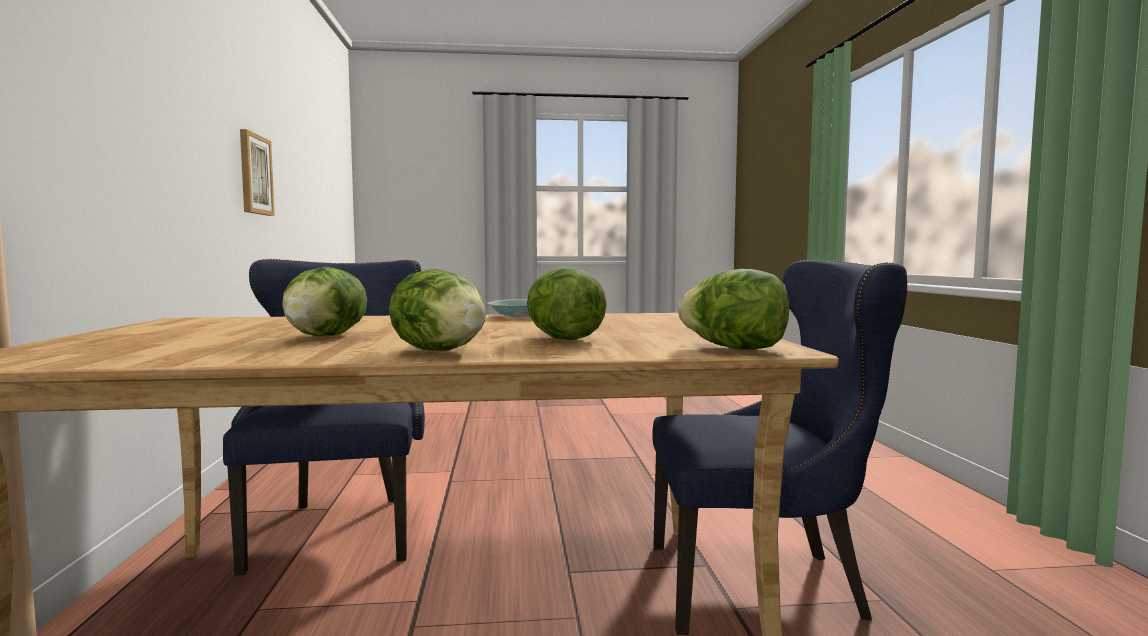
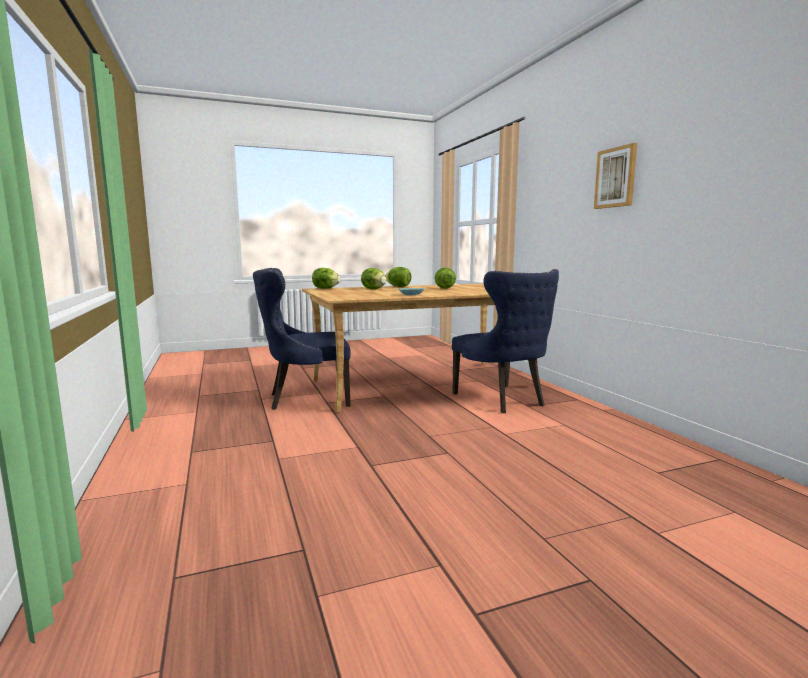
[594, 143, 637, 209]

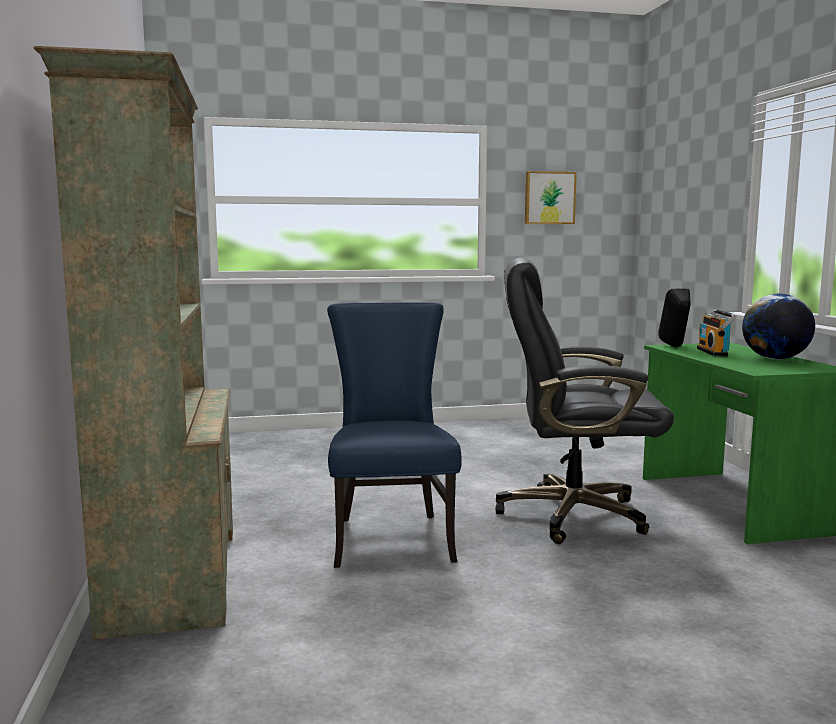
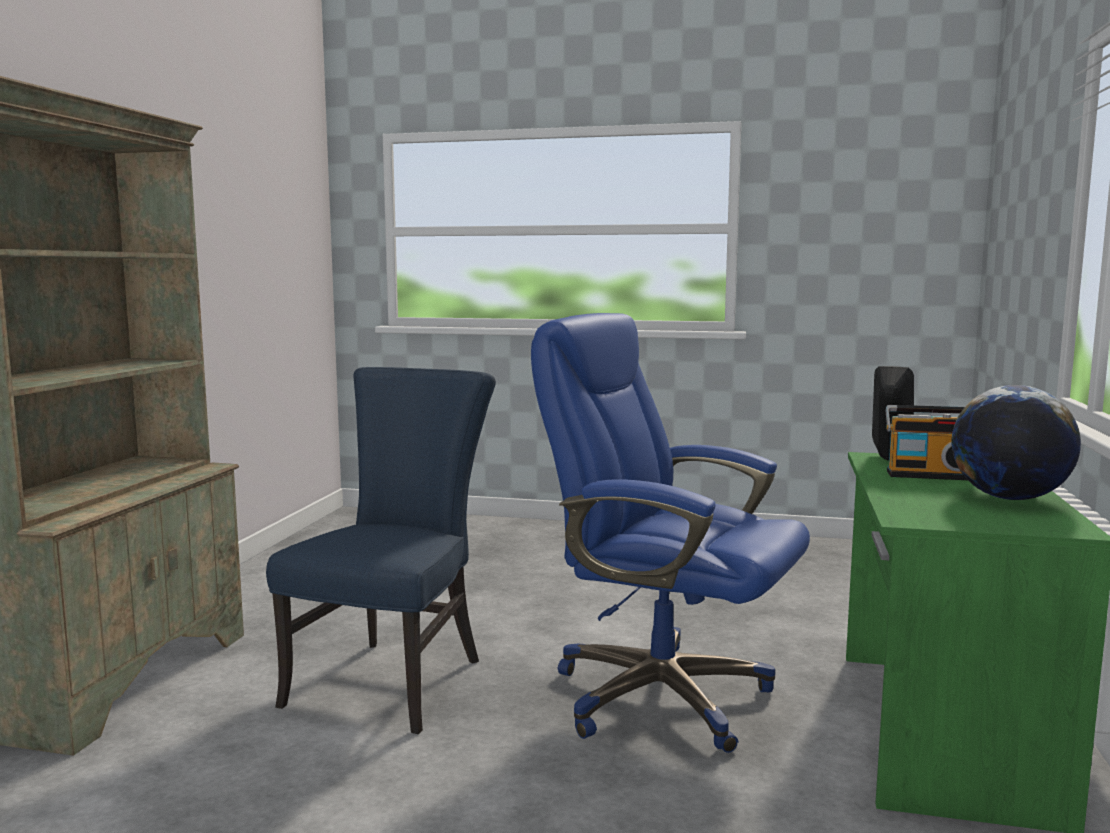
[525, 171, 577, 224] (first image)
[531, 313, 810, 753]
[885, 405, 967, 480]

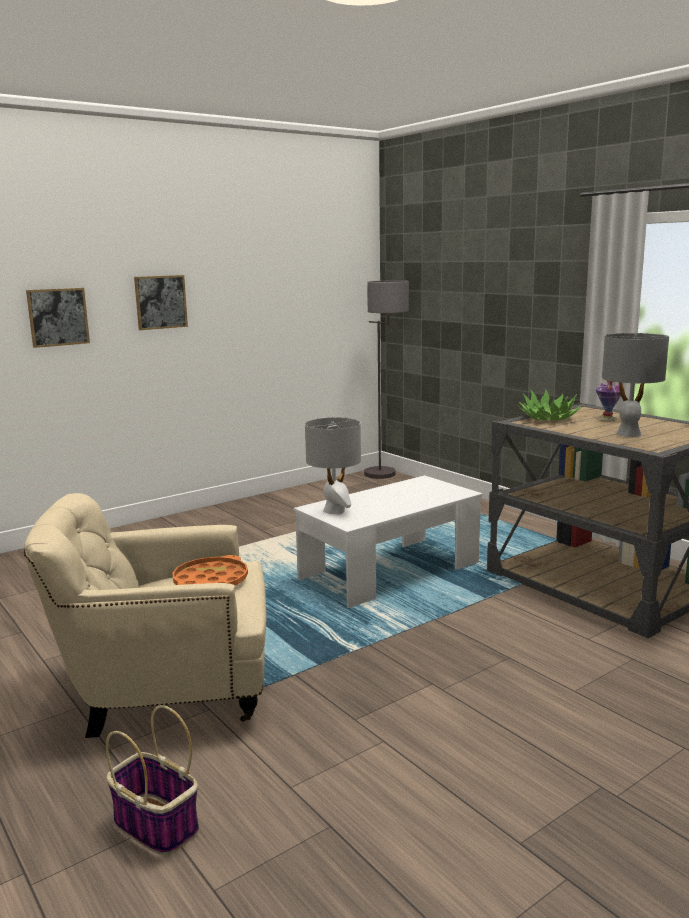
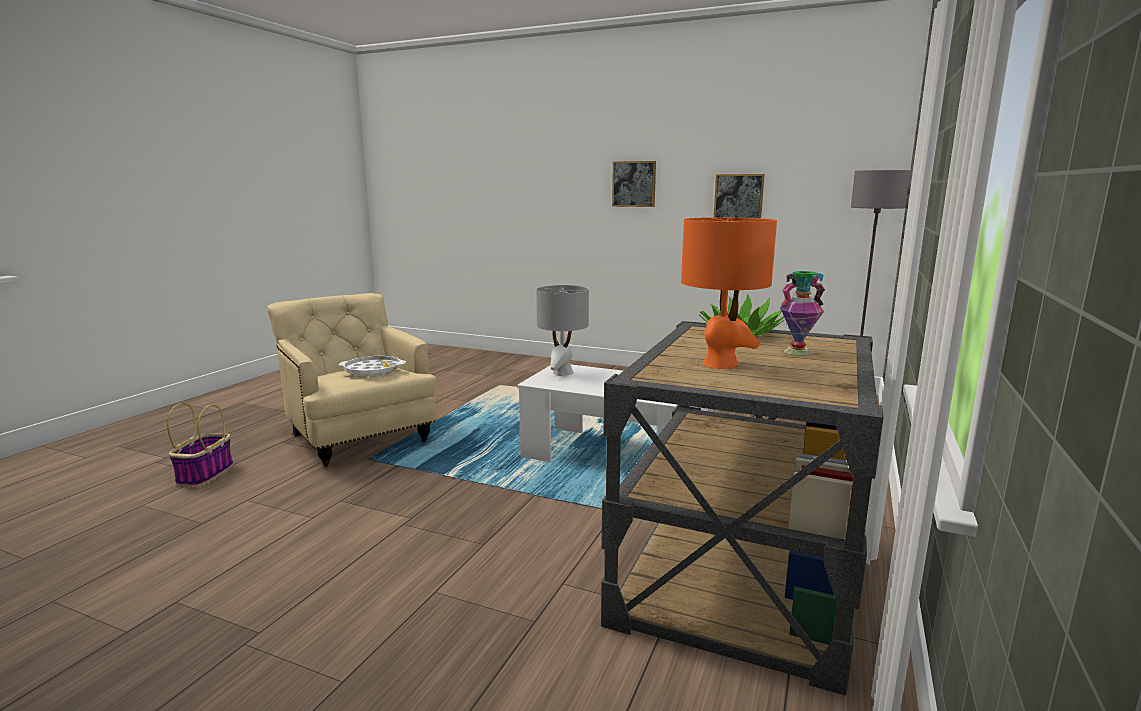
[714, 174, 765, 218]
[339, 356, 406, 377]
[681, 217, 777, 369]

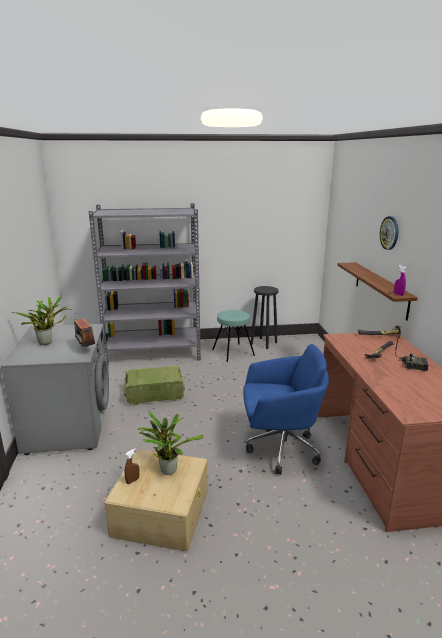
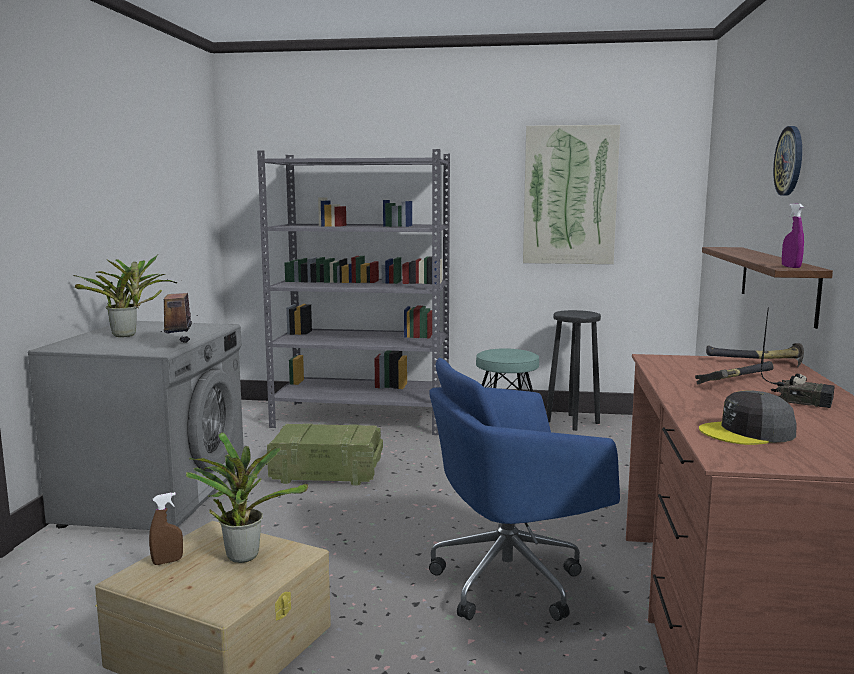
[523, 125, 620, 264]
[699, 390, 797, 445]
[429, 358, 620, 621]

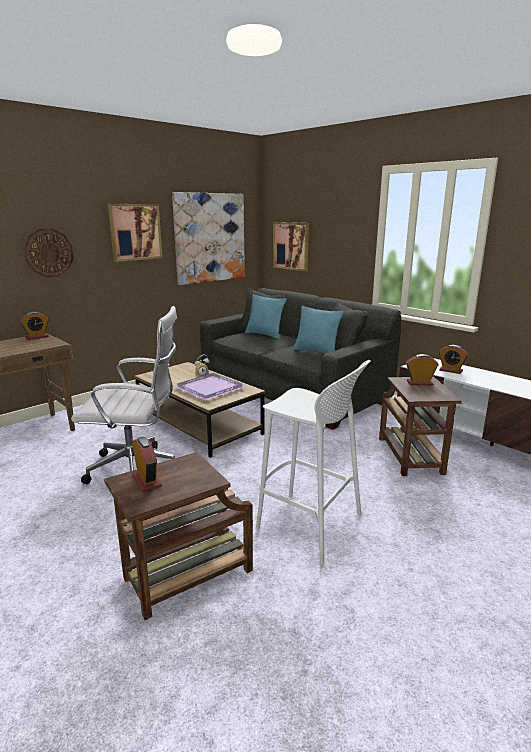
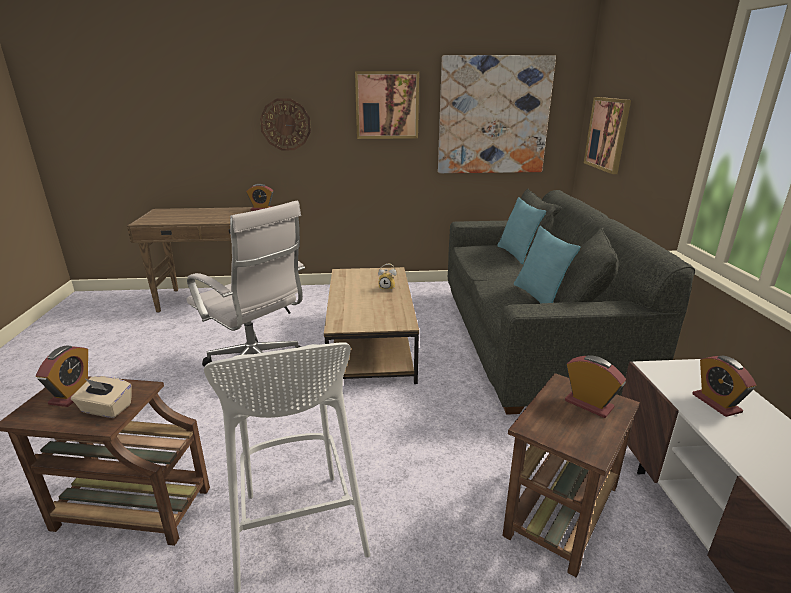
[174, 373, 246, 401] (first image)
[71, 376, 132, 418]

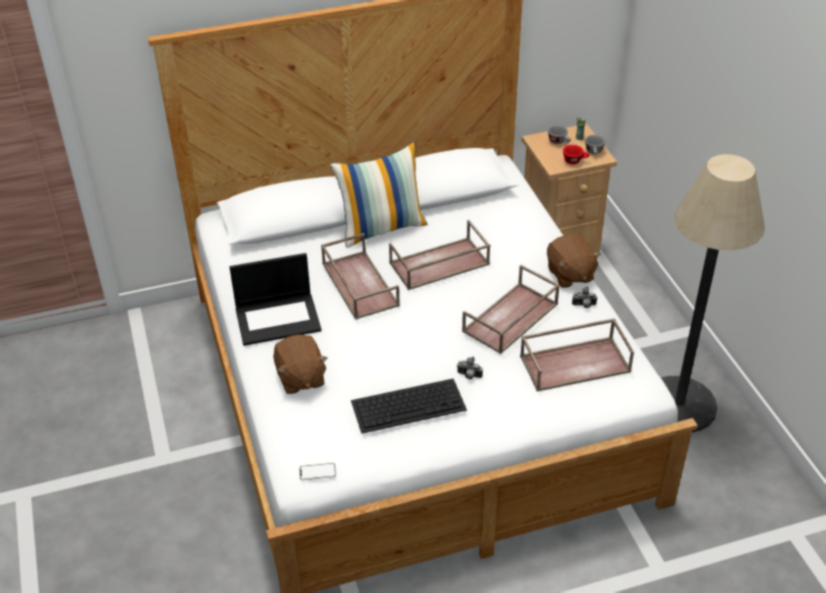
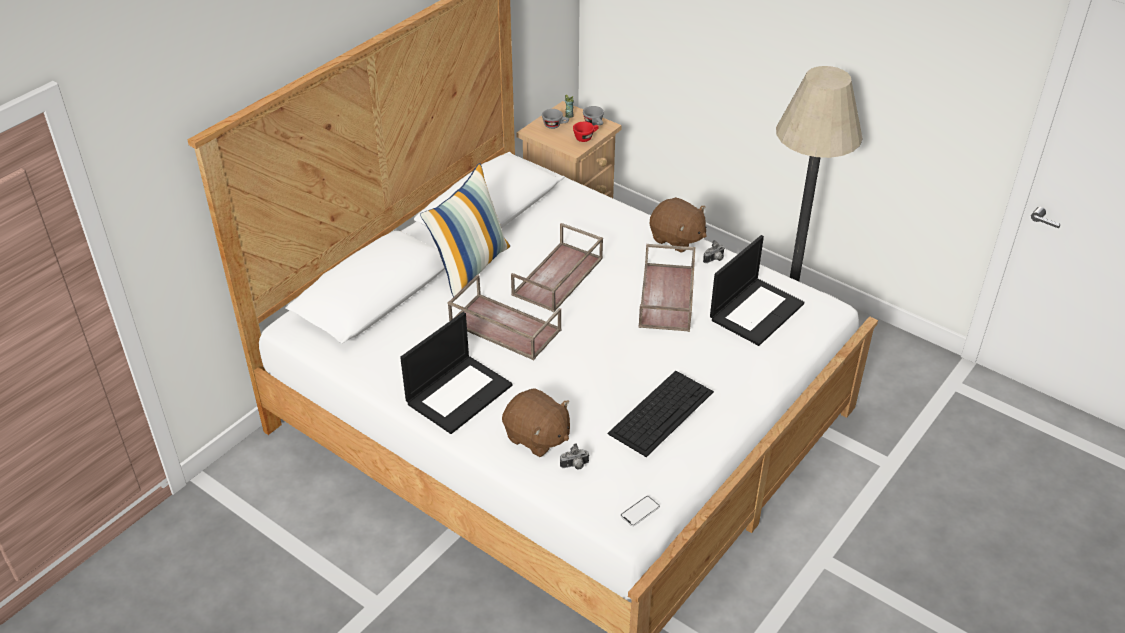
[560, 443, 590, 470]
[710, 235, 804, 346]

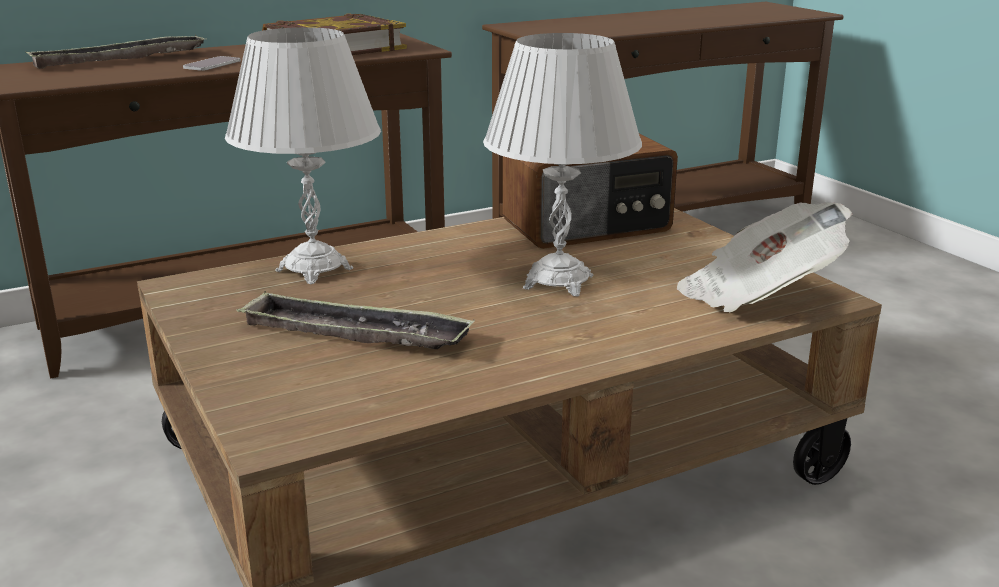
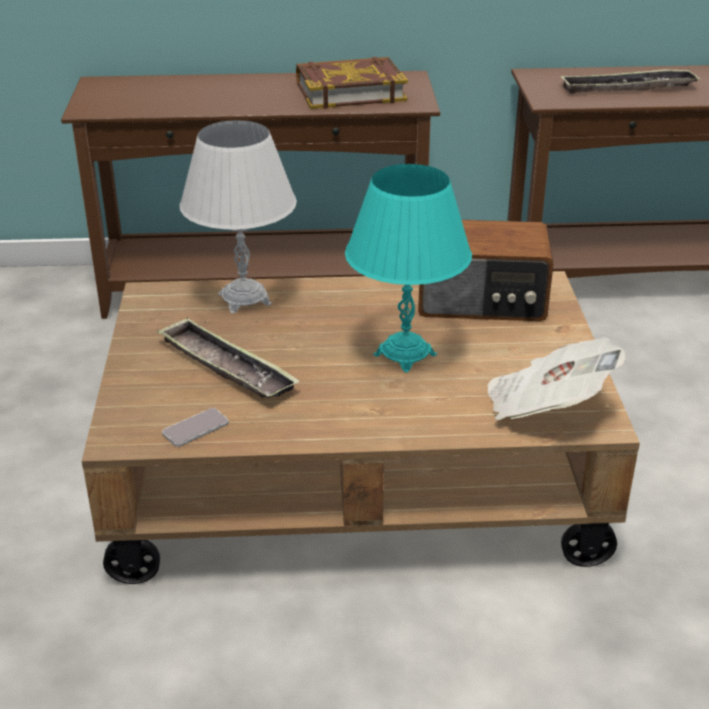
[560, 69, 701, 94]
[162, 408, 229, 447]
[345, 164, 472, 373]

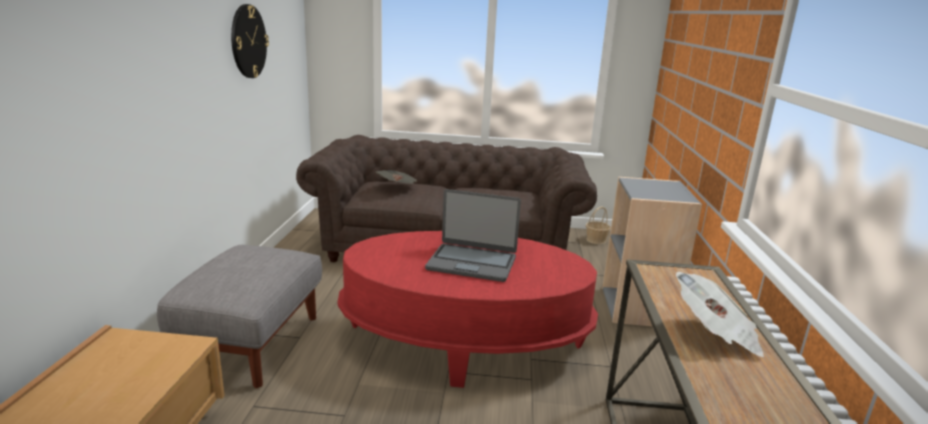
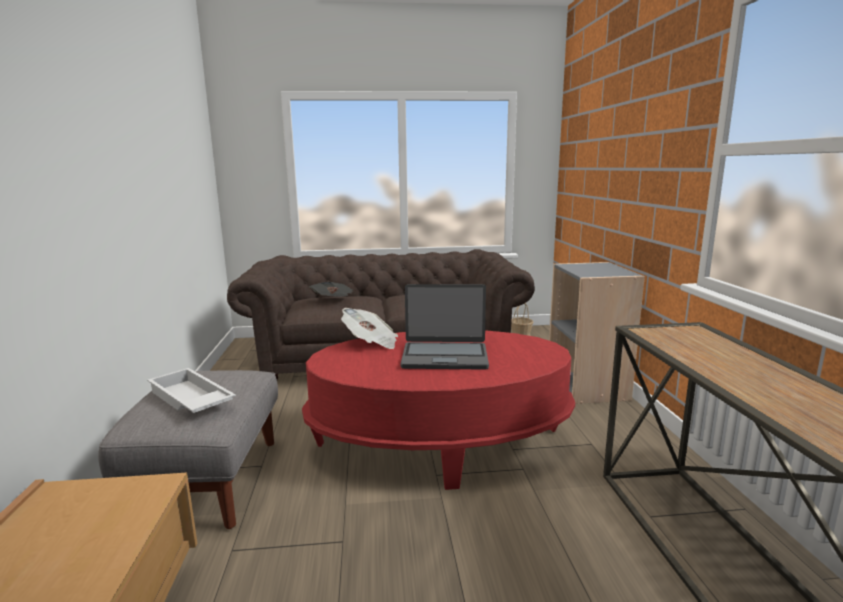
[231, 4, 269, 78] (first image)
[147, 368, 236, 413]
[341, 308, 398, 349]

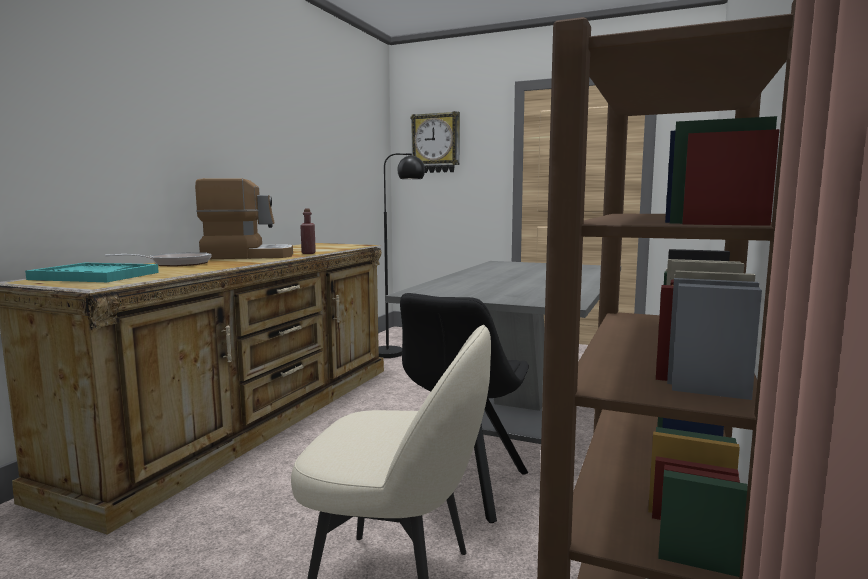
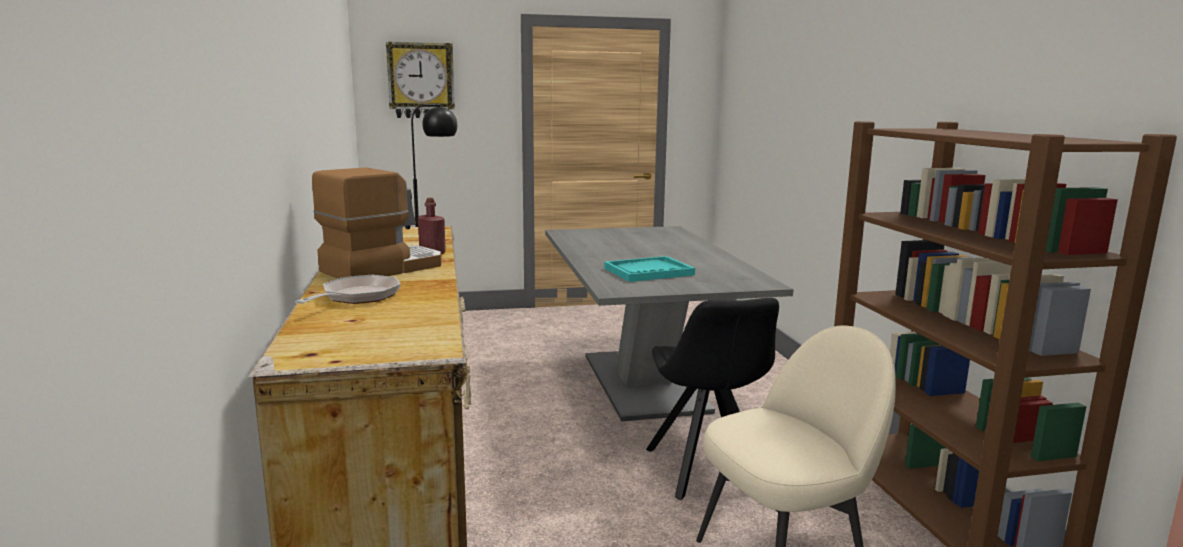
[604, 256, 695, 282]

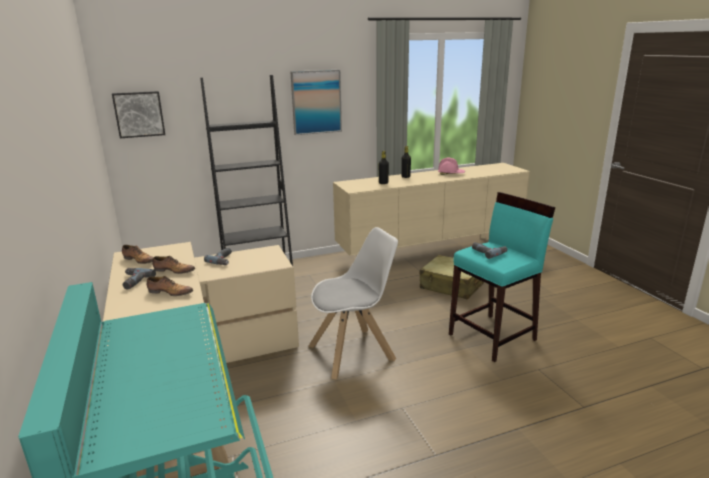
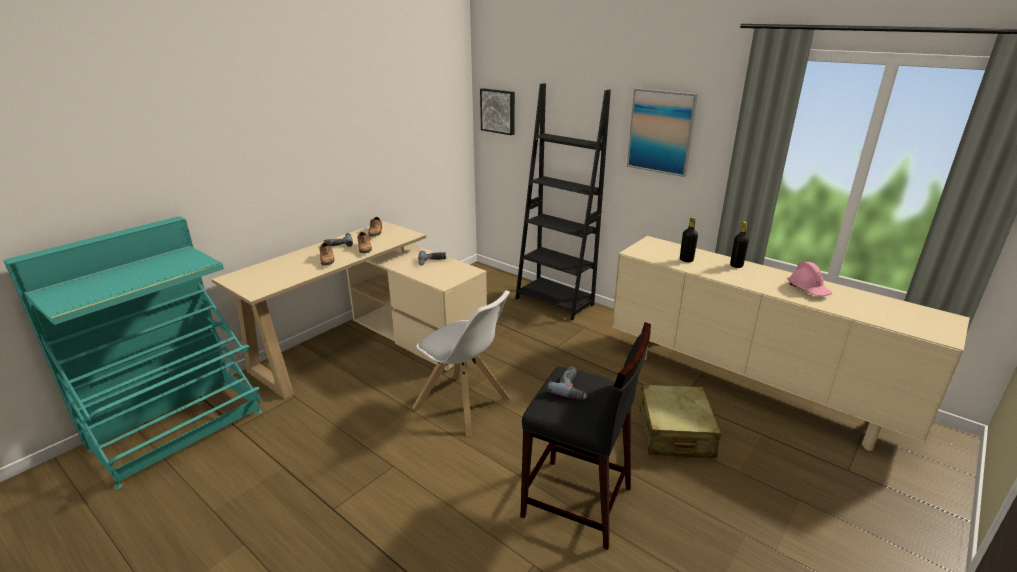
[520, 322, 651, 550]

